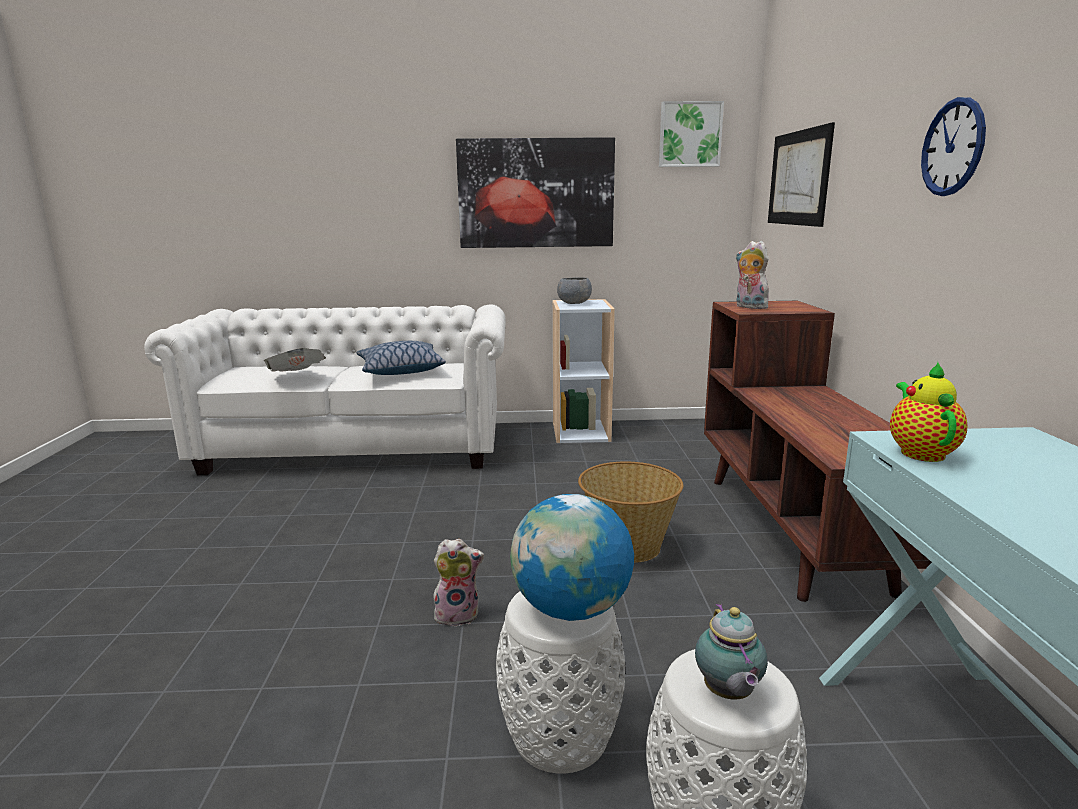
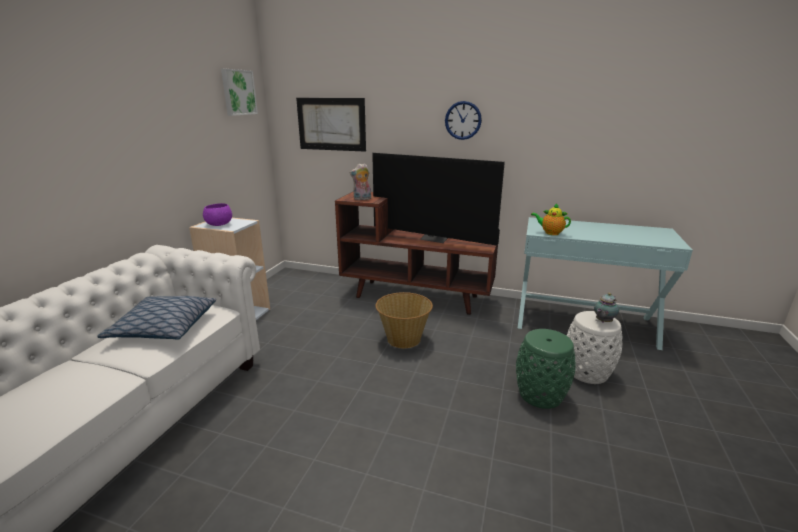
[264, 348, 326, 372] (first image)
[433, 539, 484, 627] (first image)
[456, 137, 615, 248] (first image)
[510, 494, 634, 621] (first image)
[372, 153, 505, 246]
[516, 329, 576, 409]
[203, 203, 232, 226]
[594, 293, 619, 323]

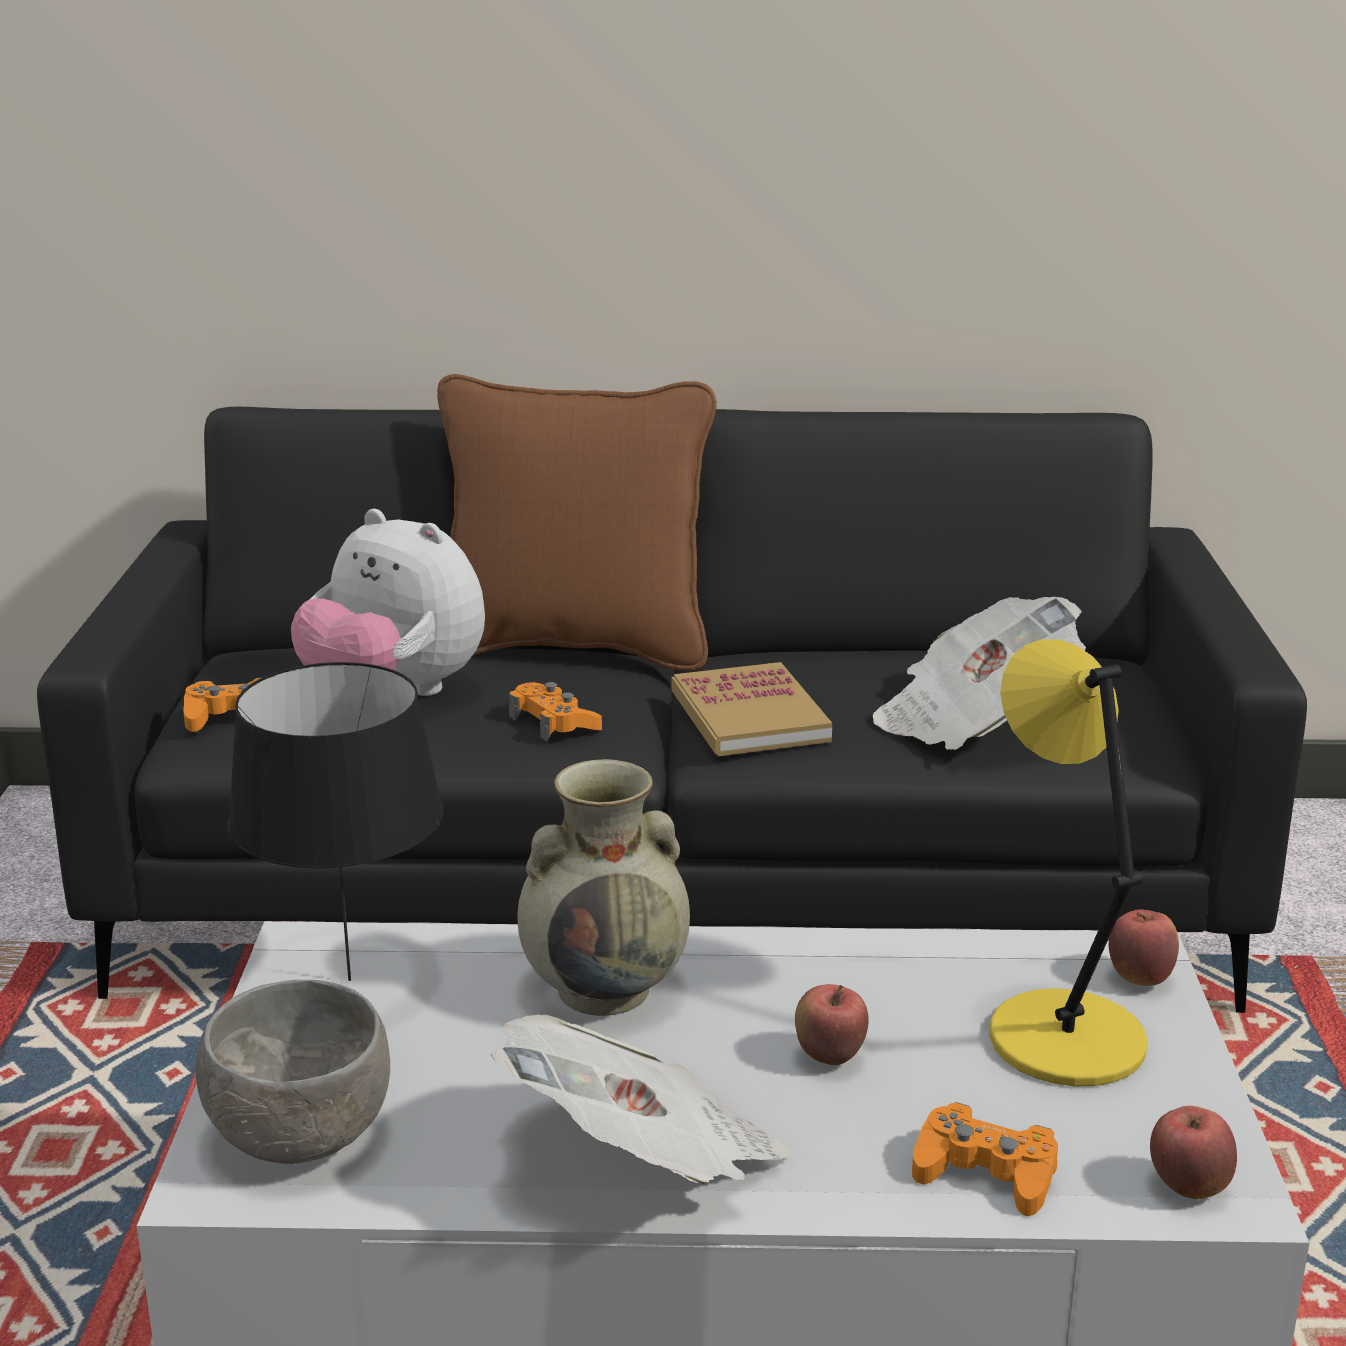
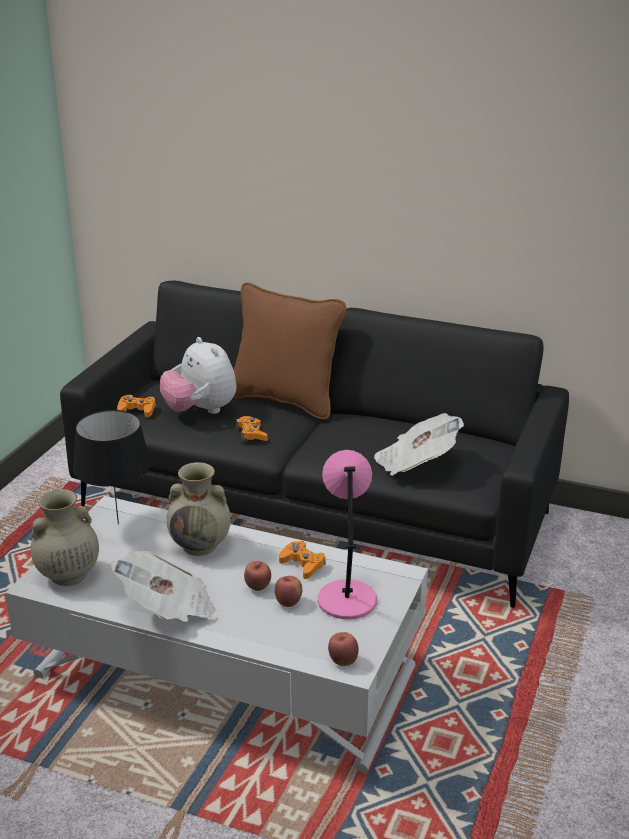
[671, 662, 832, 756] (first image)
[279, 541, 326, 579]
[275, 576, 302, 607]
[31, 489, 99, 586]
[318, 450, 377, 619]

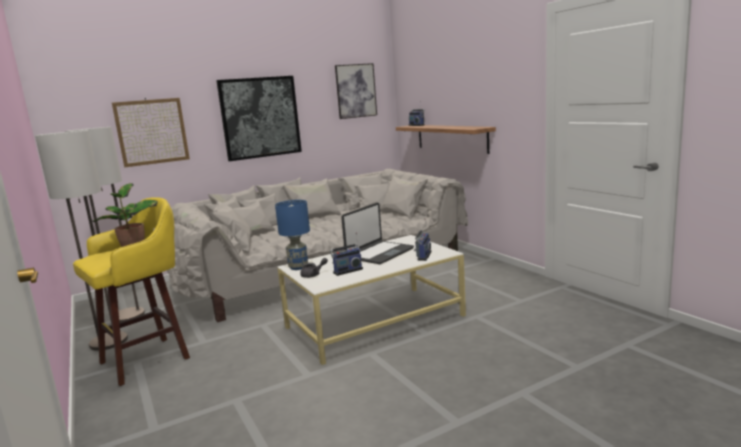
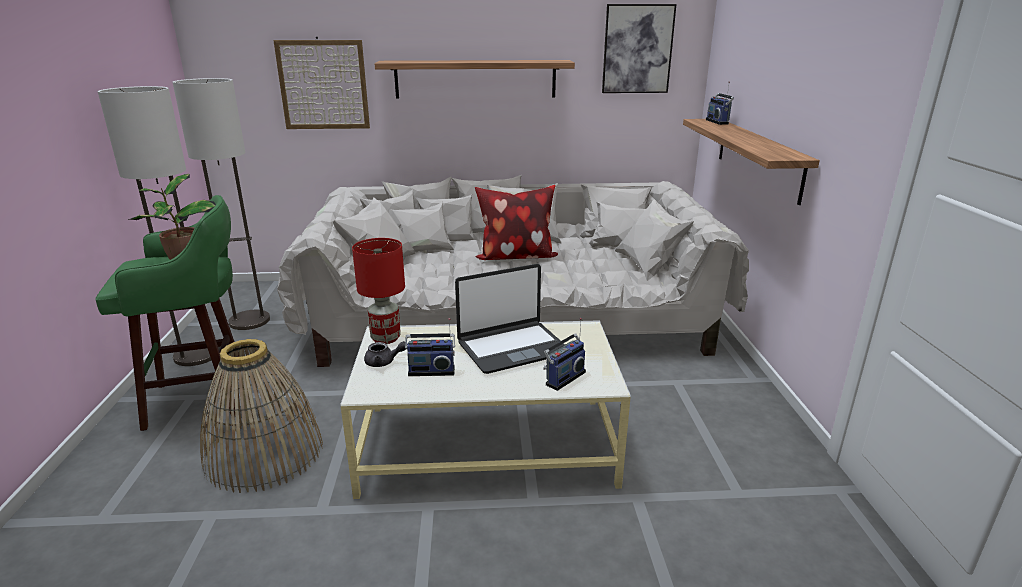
[200, 339, 323, 493]
[475, 185, 558, 260]
[374, 60, 575, 99]
[96, 195, 239, 431]
[352, 238, 405, 344]

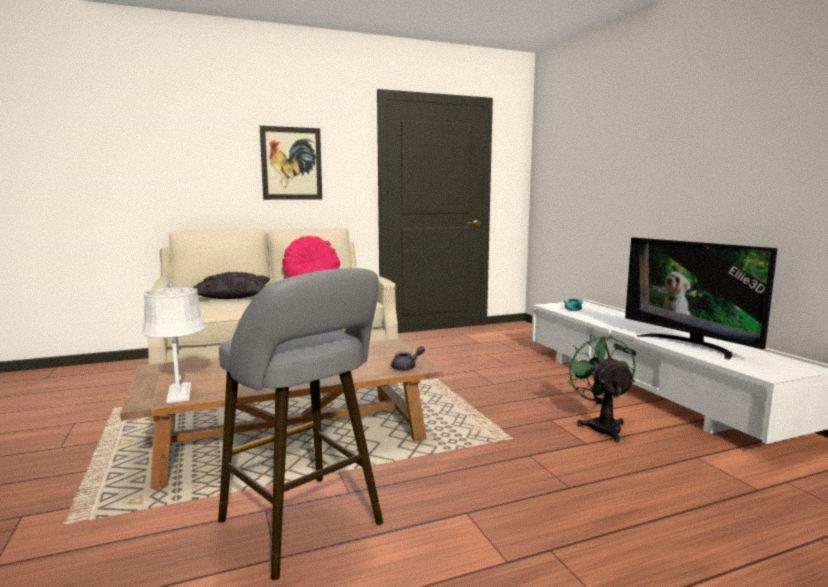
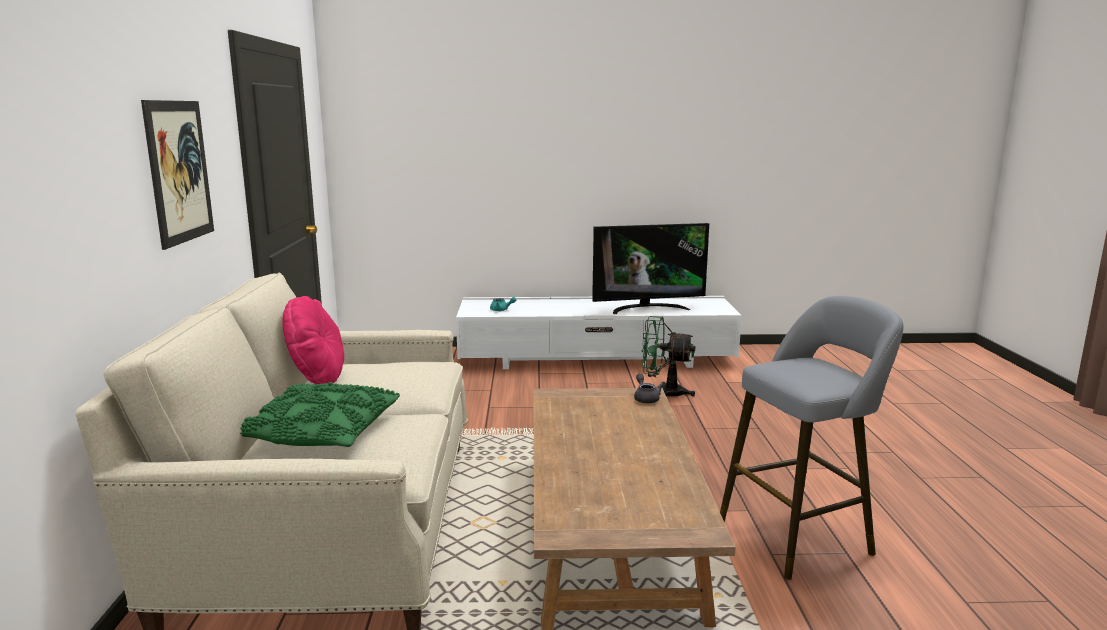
[142, 283, 205, 403] (first image)
[240, 382, 400, 447]

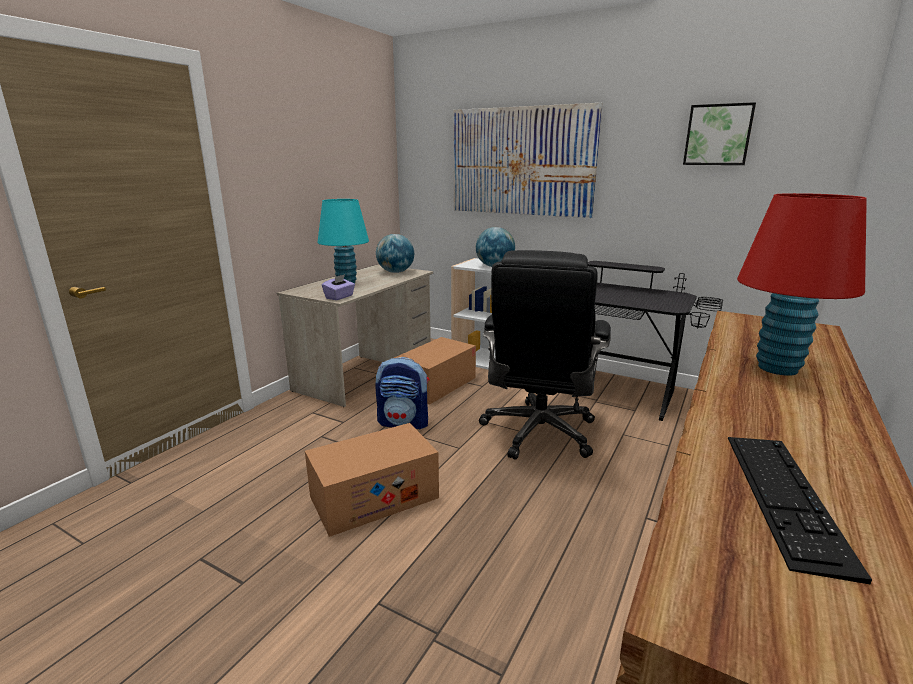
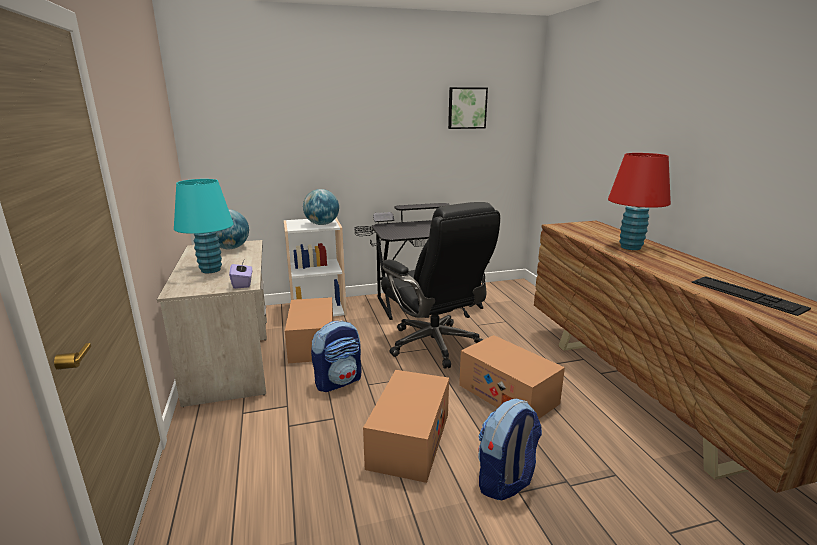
[454, 103, 603, 218] (first image)
[459, 335, 565, 419]
[478, 399, 542, 501]

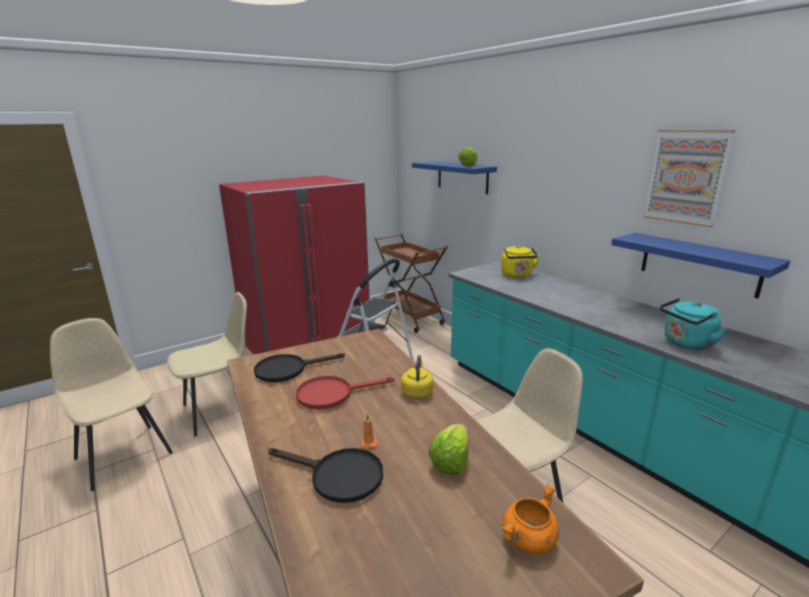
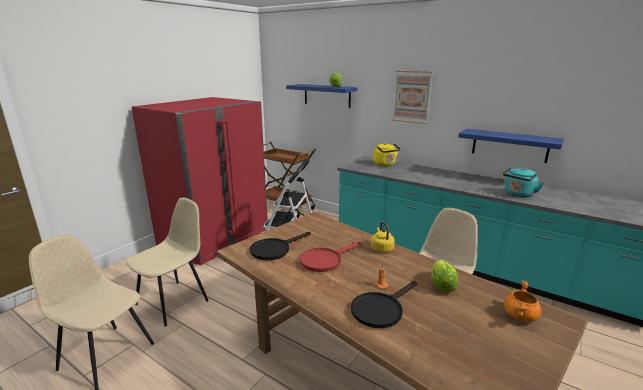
[392, 71, 433, 124]
[351, 281, 417, 328]

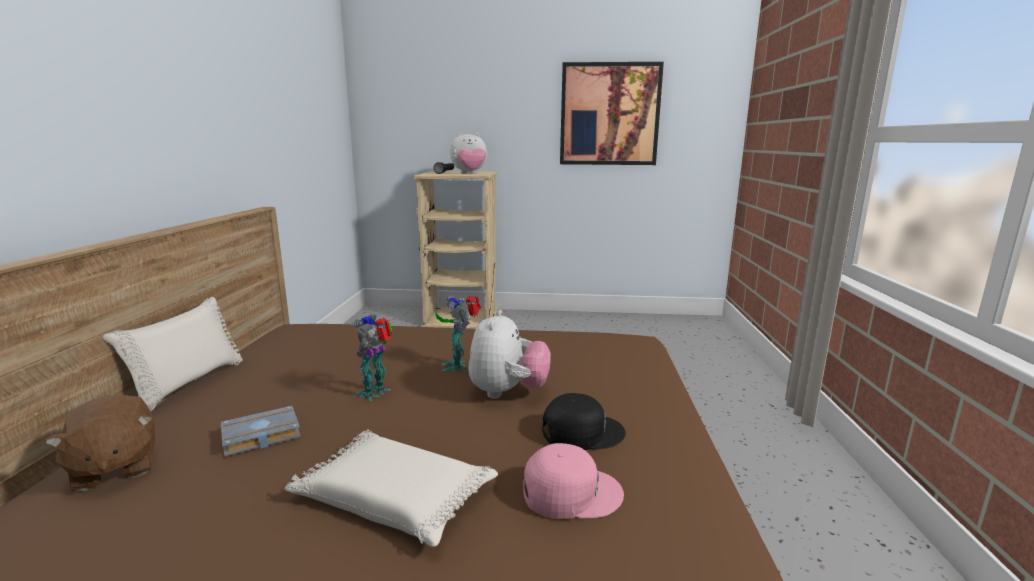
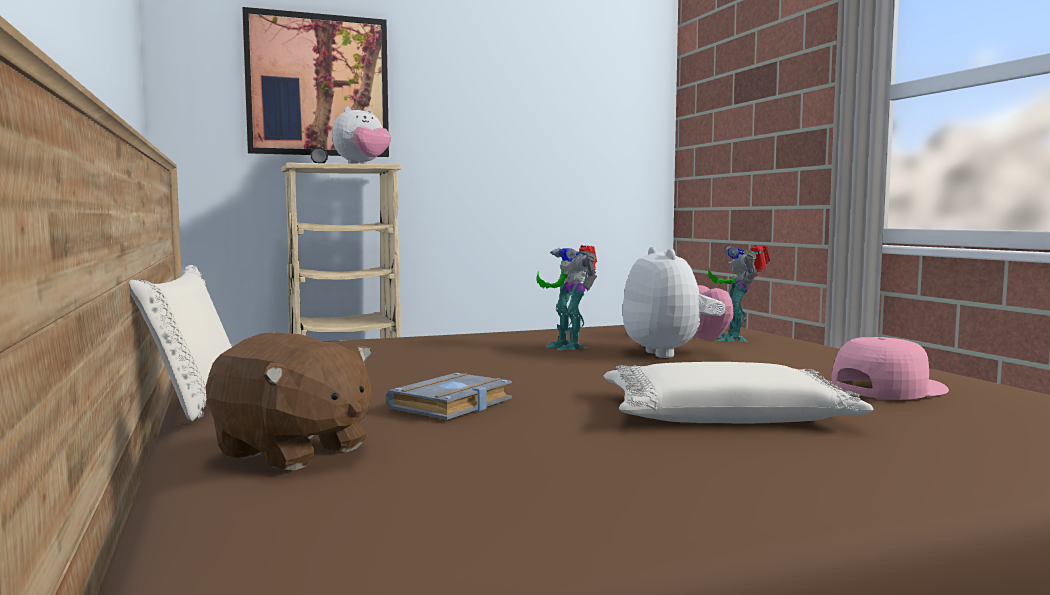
[542, 393, 626, 450] (first image)
[708, 245, 770, 342]
[242, 7, 389, 157]

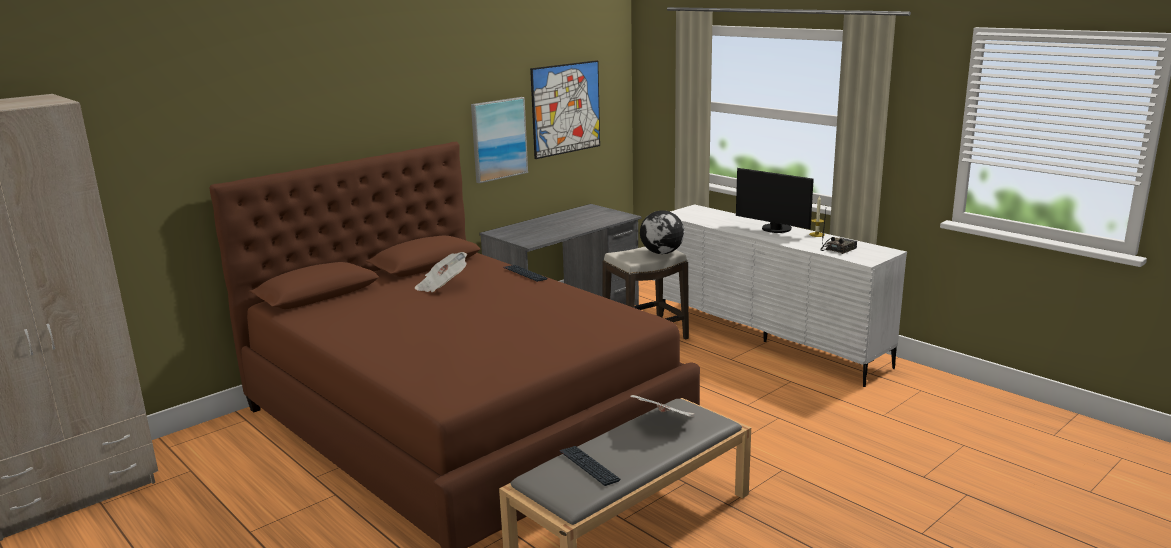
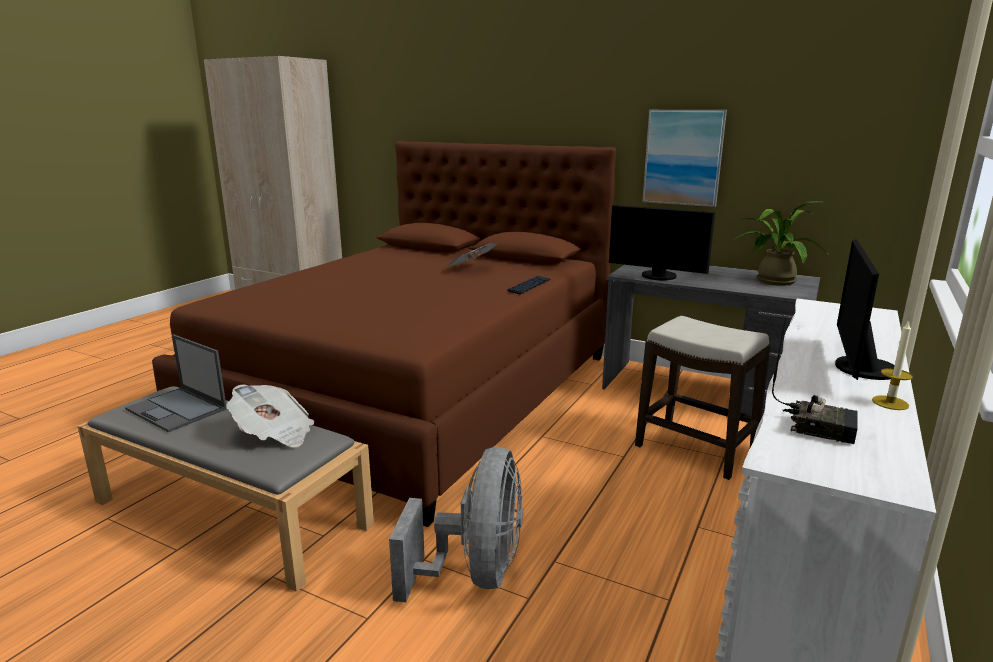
[530, 60, 600, 159] (first image)
[640, 210, 685, 254] (first image)
[389, 447, 523, 602]
[609, 205, 715, 280]
[731, 201, 828, 286]
[125, 334, 227, 432]

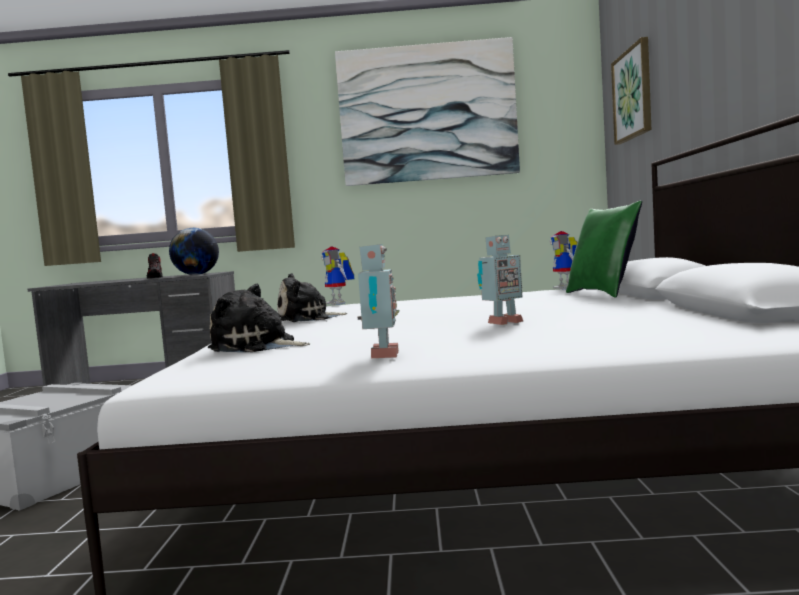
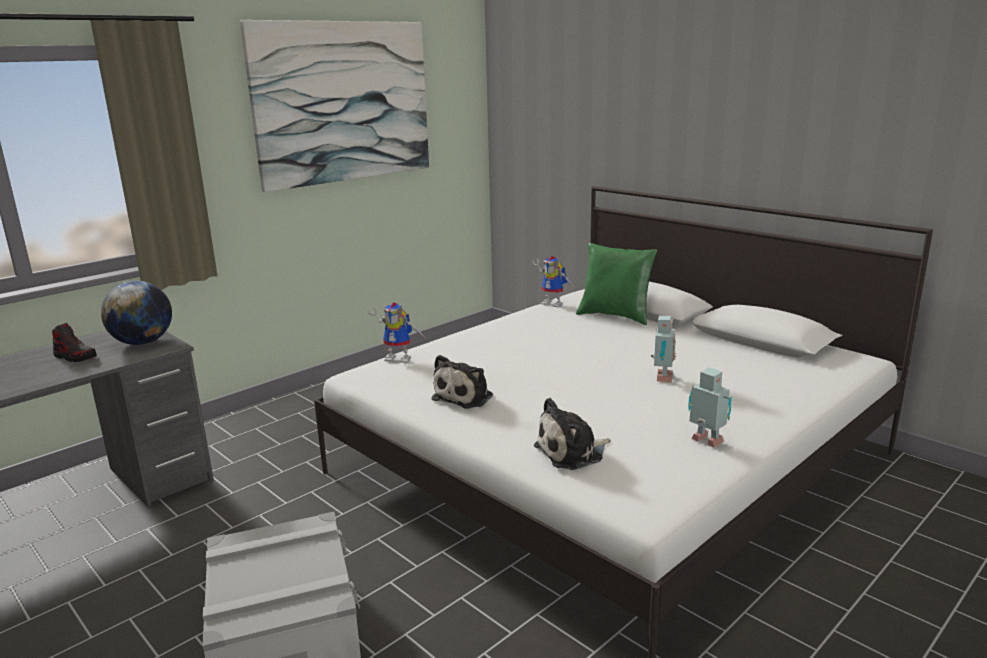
[611, 37, 651, 145] (first image)

